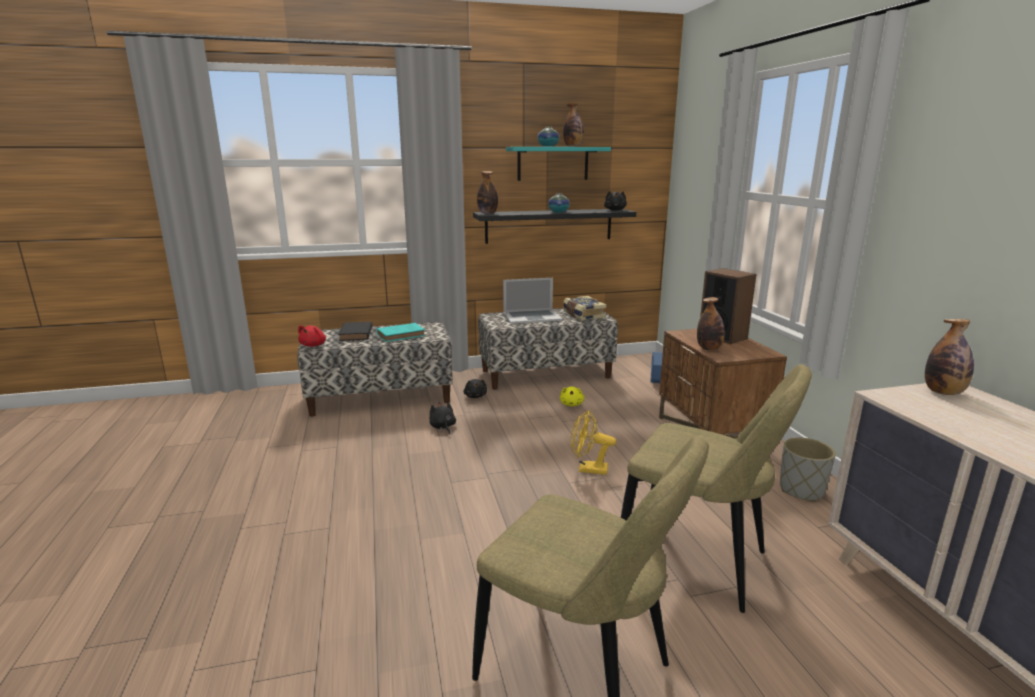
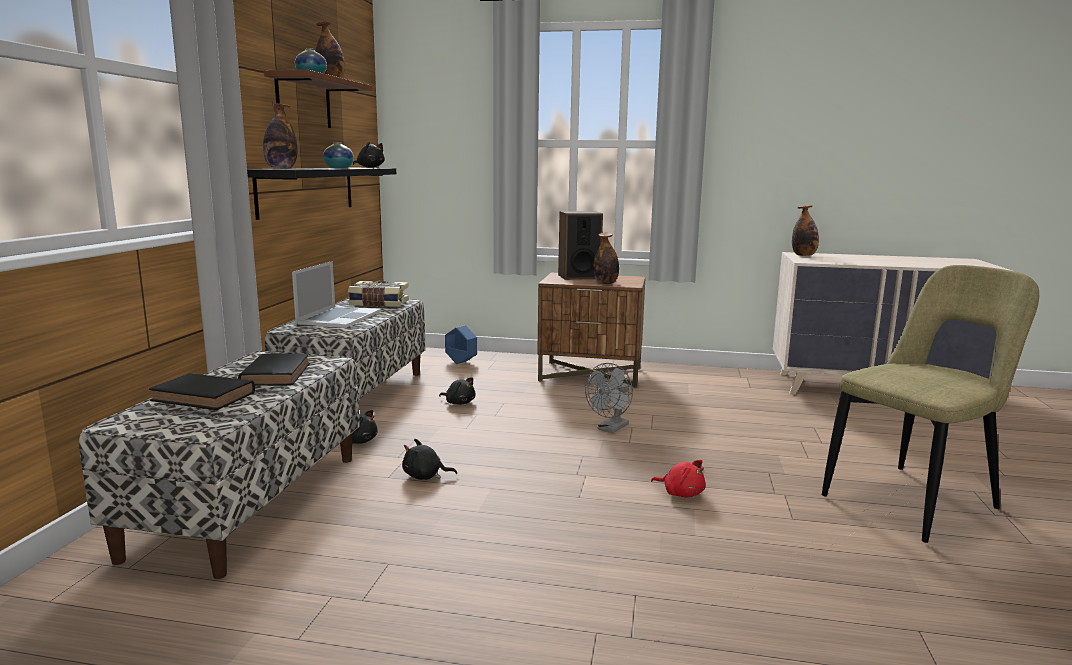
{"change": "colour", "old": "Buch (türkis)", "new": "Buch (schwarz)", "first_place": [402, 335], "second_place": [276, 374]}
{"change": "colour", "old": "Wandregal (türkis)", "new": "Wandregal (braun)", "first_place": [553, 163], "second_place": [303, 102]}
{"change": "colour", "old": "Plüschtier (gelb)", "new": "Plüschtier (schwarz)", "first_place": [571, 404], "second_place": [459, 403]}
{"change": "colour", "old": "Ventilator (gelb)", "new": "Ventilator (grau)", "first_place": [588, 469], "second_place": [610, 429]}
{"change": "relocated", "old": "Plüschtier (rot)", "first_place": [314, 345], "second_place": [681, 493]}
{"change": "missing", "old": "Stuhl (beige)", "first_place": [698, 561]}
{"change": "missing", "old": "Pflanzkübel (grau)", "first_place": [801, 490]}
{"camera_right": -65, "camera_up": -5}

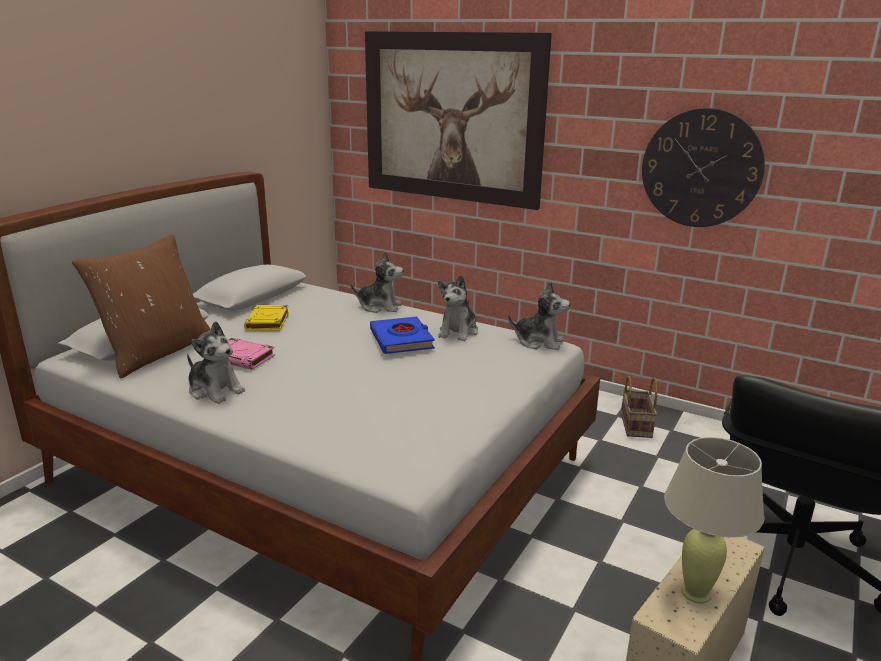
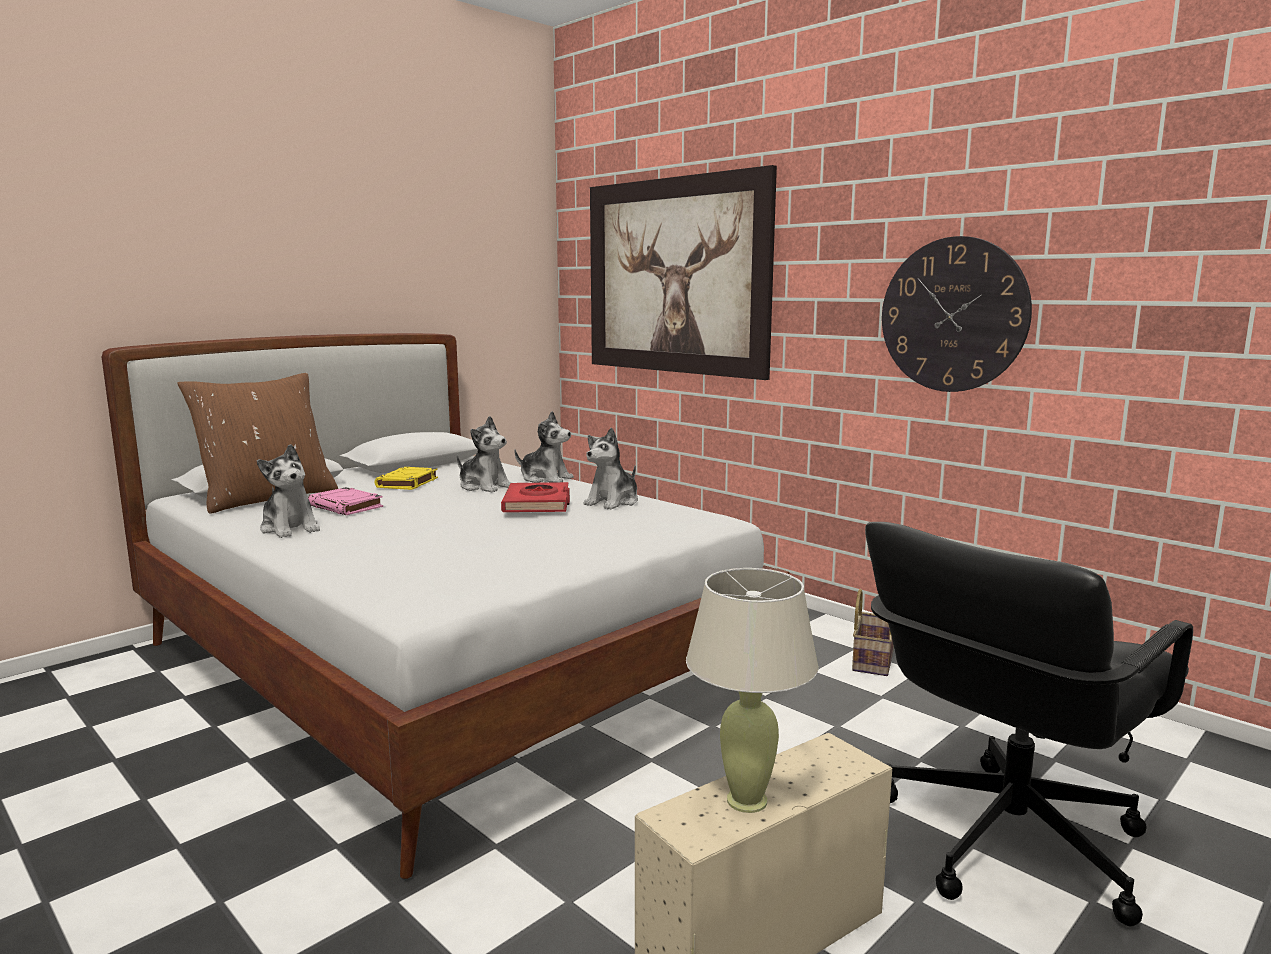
{"change": "relocated", "old": "Plüschtier", "first_place": [539, 342], "second_place": [484, 486]}
{"change": "colour", "old": "Buch (blau)", "new": "Buch (rot)", "first_place": [402, 340], "second_place": [537, 504]}
{"camera_right": 15, "camera_up": -10}

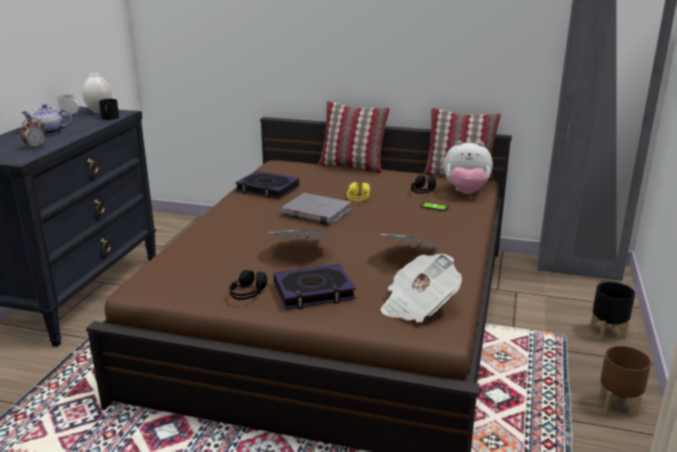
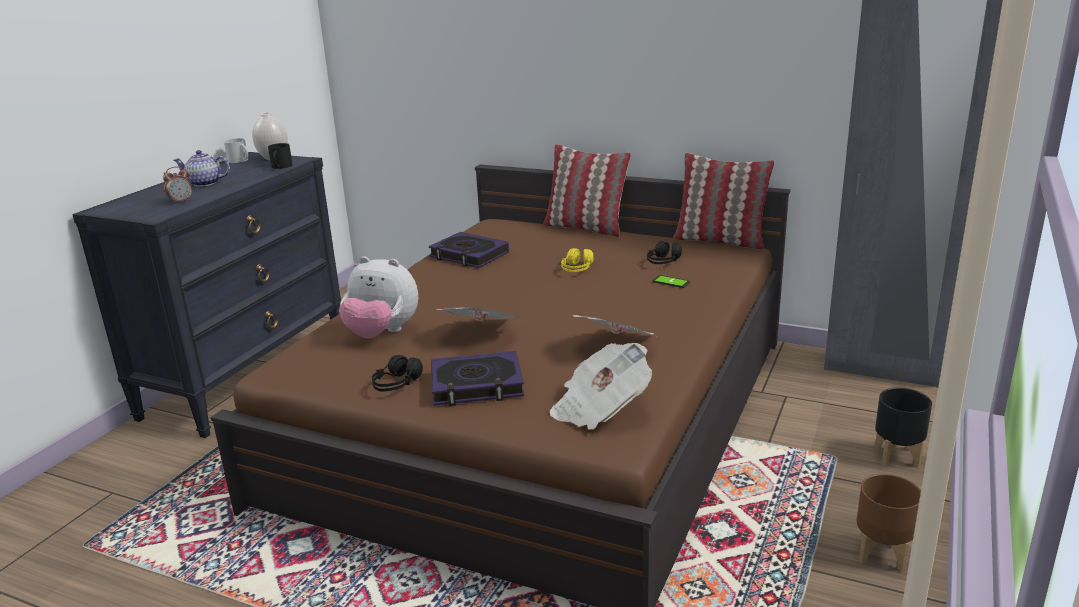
{"change": "relocated", "old": "Plüschtier", "first_place": [466, 192], "second_place": [382, 333]}
{"change": "missing", "old": "Buch (grau)", "first_place": [316, 213]}
{"camera_right": 10, "camera_up": 0}

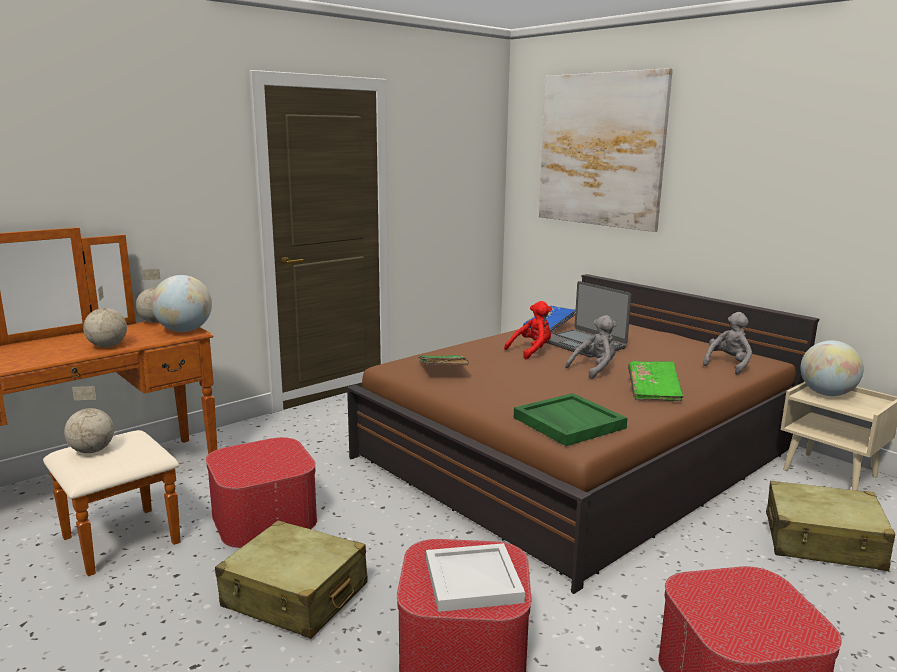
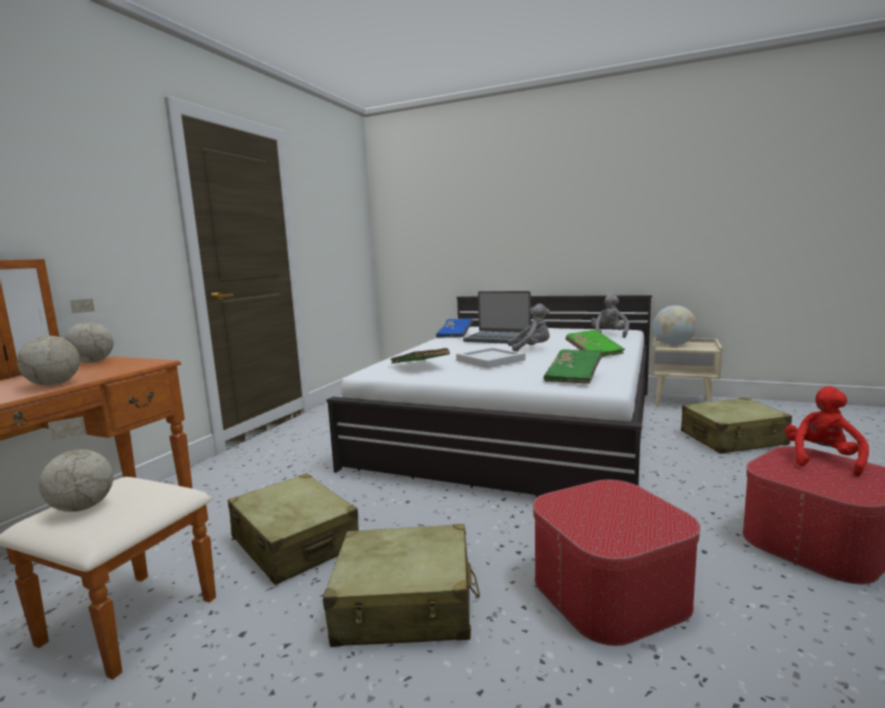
{"change": "exchanged", "old": "Polsterhocker", "new": "Koffer (beige)", "first_place": [263, 517], "second_place": [295, 543]}
{"change": "colour", "old": "Bett (braun)", "new": "Bett (weiß)", "first_place": [579, 453], "second_place": [519, 425]}
{"change": "relocated", "old": "Tablett (weiß)", "first_place": [471, 581], "second_place": [490, 360]}
{"change": "spun", "old": "Plüschtier (grau)", "first_place": [594, 369], "second_place": [531, 349], "degrees": 60}
{"change": "exchanged", "old": "Tablett (grün)", "new": "Buch (grün)", "first_place": [568, 422], "second_place": [574, 377]}
{"change": "relocated", "old": "Plüschtier (rot)", "first_place": [531, 351], "second_place": [822, 459]}
{"change": "missing", "old": "Globus", "first_place": [184, 331]}
{"change": "missing", "old": "Bild", "first_place": [600, 150]}
{"camera_right": -25, "camera_up": -5}

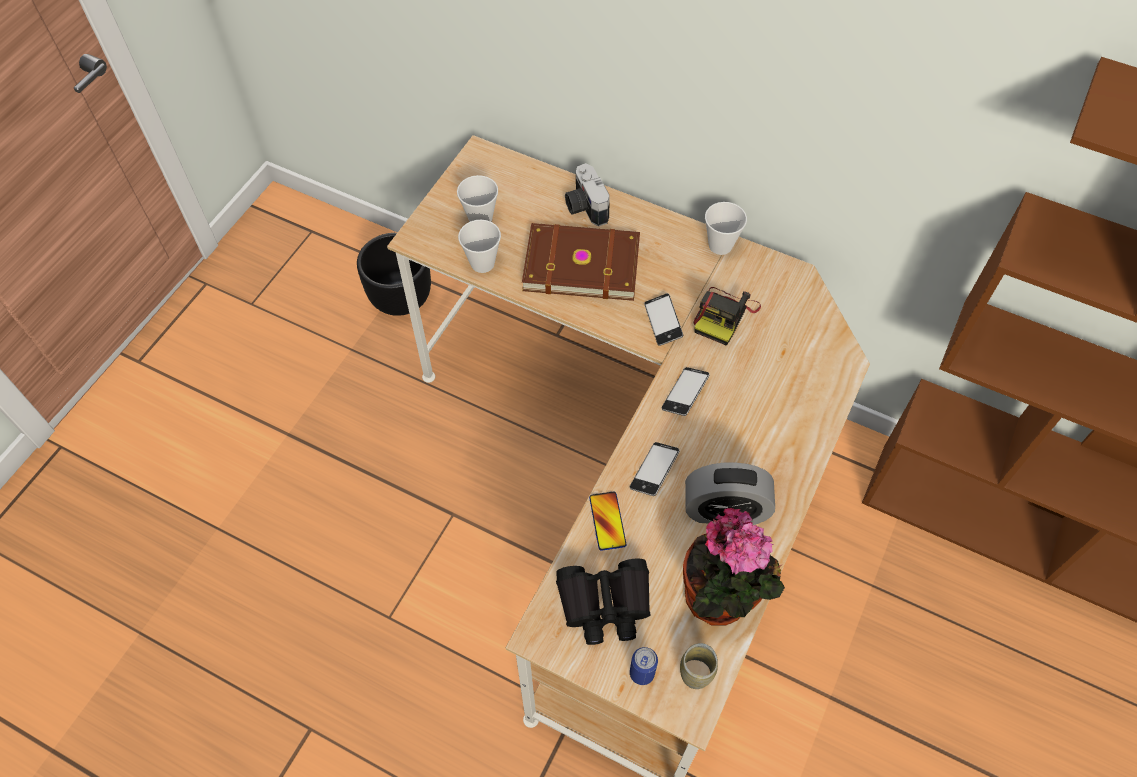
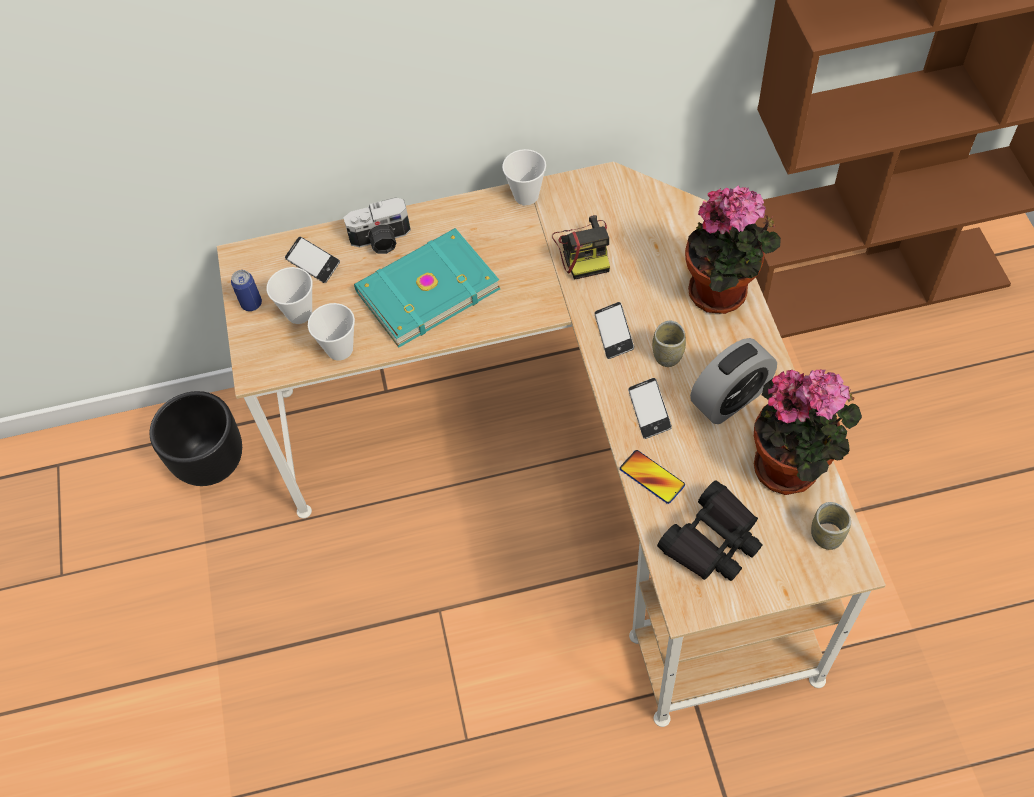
{"change": "relocated", "old": "Dose", "first_place": [642, 673], "second_place": [251, 304]}
{"change": "relocated", "old": "Handy", "first_place": [663, 322], "second_place": [313, 263]}
{"change": "spun", "old": "Kamera", "first_place": [584, 207], "second_place": [381, 240], "degrees": -45}
{"change": "colour", "old": "Buch (braun)", "new": "Buch (türkis)", "first_place": [581, 263], "second_place": [425, 289]}
{"change": "appeared", "new": "Tasse", "second_place": [667, 355]}
{"change": "appeared", "new": "Topfpflanze", "second_place": [723, 293]}
{"camera_right": -35, "camera_up": 0}

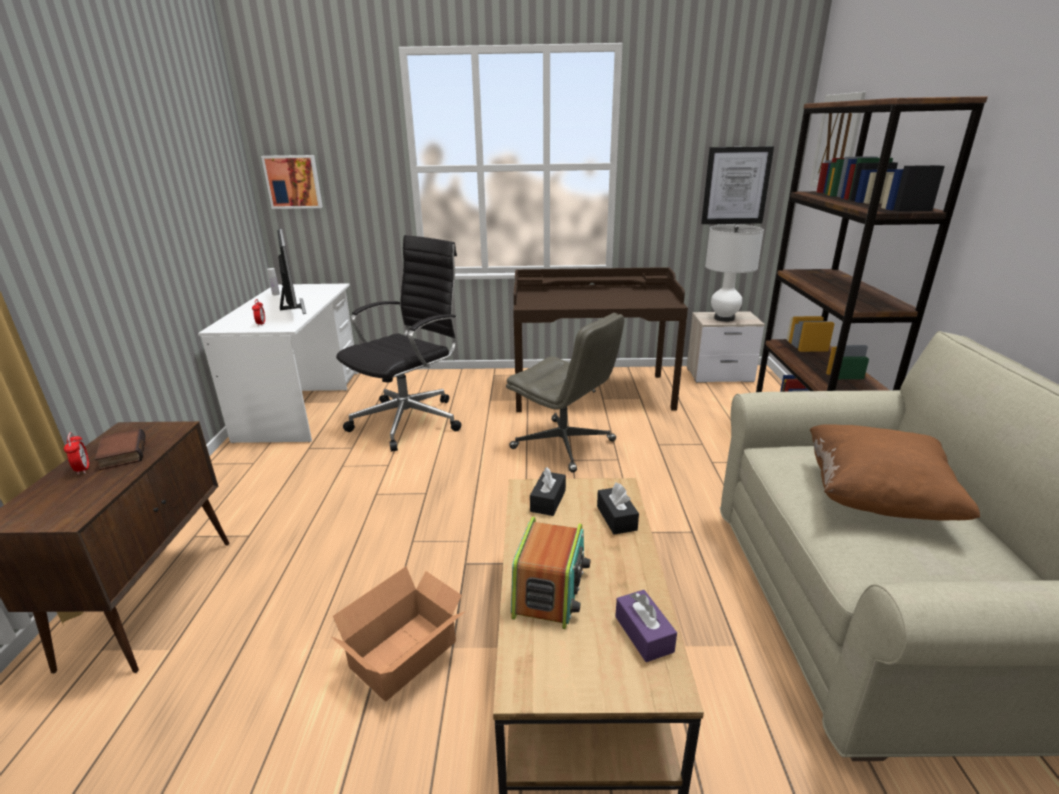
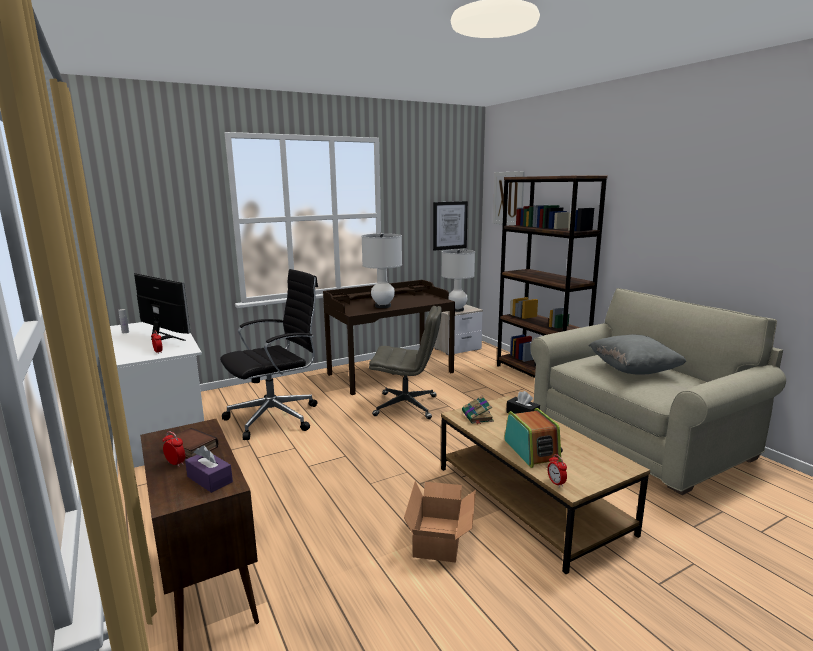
{"change": "relocated", "old": "Taschentuchbox (lila)", "first_place": [644, 634], "second_place": [209, 479]}
{"change": "spun", "old": "Bürostuhl (schwarz)", "first_place": [410, 420], "second_place": [276, 417], "degrees": 45}
{"change": "appeared", "new": "Tischlampe (weiß)", "second_place": [383, 306]}
{"change": "exchanged", "old": "Taschentuchbox (schwarz)", "new": "Buch", "first_place": [548, 501], "second_place": [477, 416]}
{"change": "appeared", "new": "Wecker", "second_place": [556, 483]}
{"change": "colour", "old": "Kissen (braun)", "new": "Kissen (grau)", "first_place": [876, 498], "second_place": [633, 370]}
{"change": "missing", "old": "Bild", "first_place": [293, 182]}
{"camera_right": -30, "camera_up": -10}

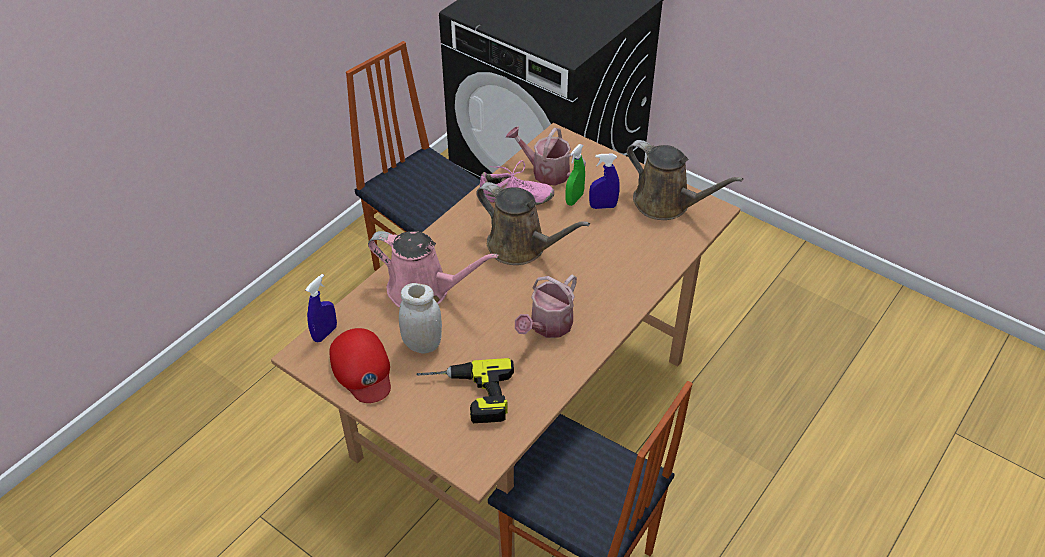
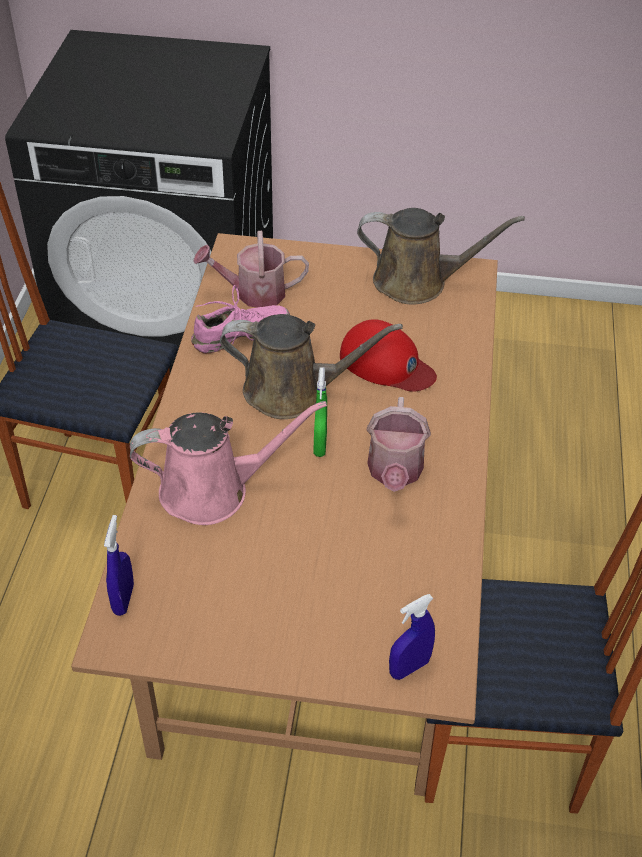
{"change": "relocated", "old": "Sprühflasche (grün)", "first_place": [574, 199], "second_place": [320, 445]}
{"change": "relocated", "old": "Kappe (rot)", "first_place": [362, 369], "second_place": [386, 364]}
{"change": "relocated", "old": "Sprühflasche (blau)", "first_place": [603, 206], "second_place": [409, 667]}
{"change": "missing", "old": "Vorratsglas (weiß)", "first_place": [422, 344]}
{"change": "missing", "old": "Bohrmaschine", "first_place": [466, 396]}
{"camera_right": -30, "camera_up": 0}

